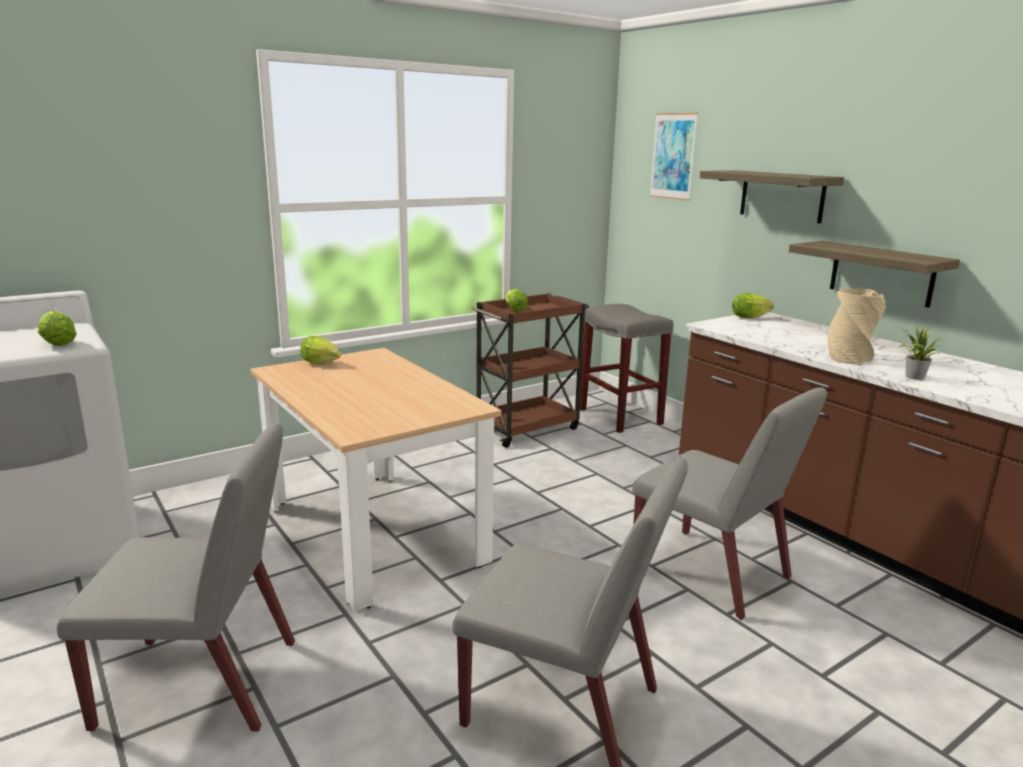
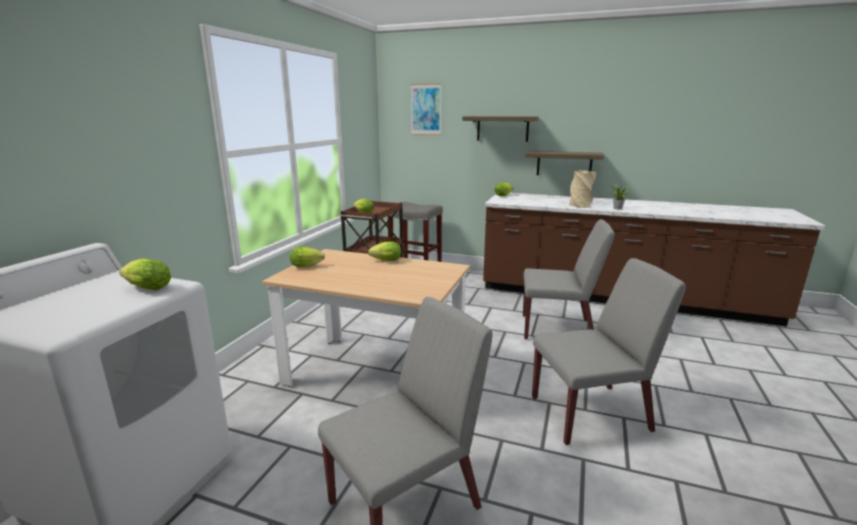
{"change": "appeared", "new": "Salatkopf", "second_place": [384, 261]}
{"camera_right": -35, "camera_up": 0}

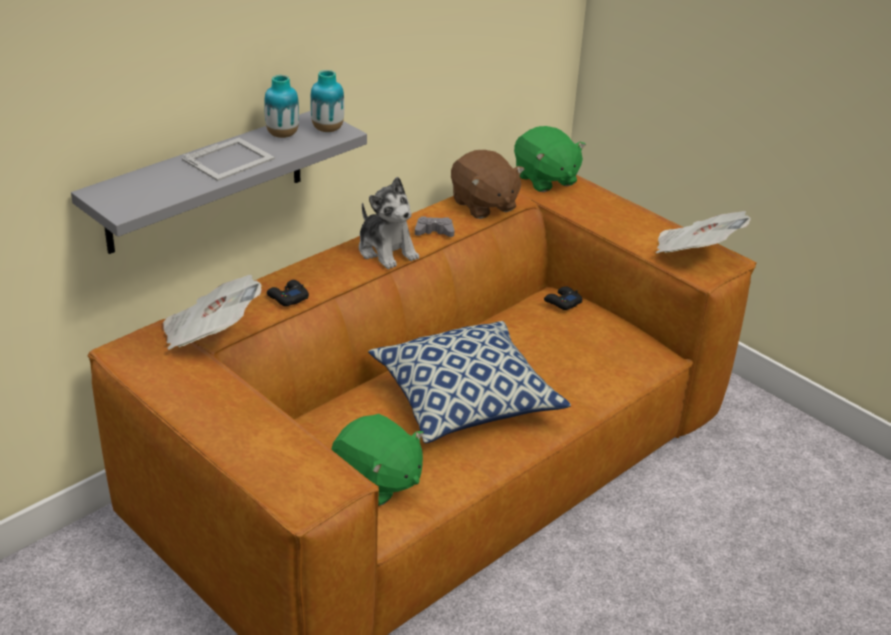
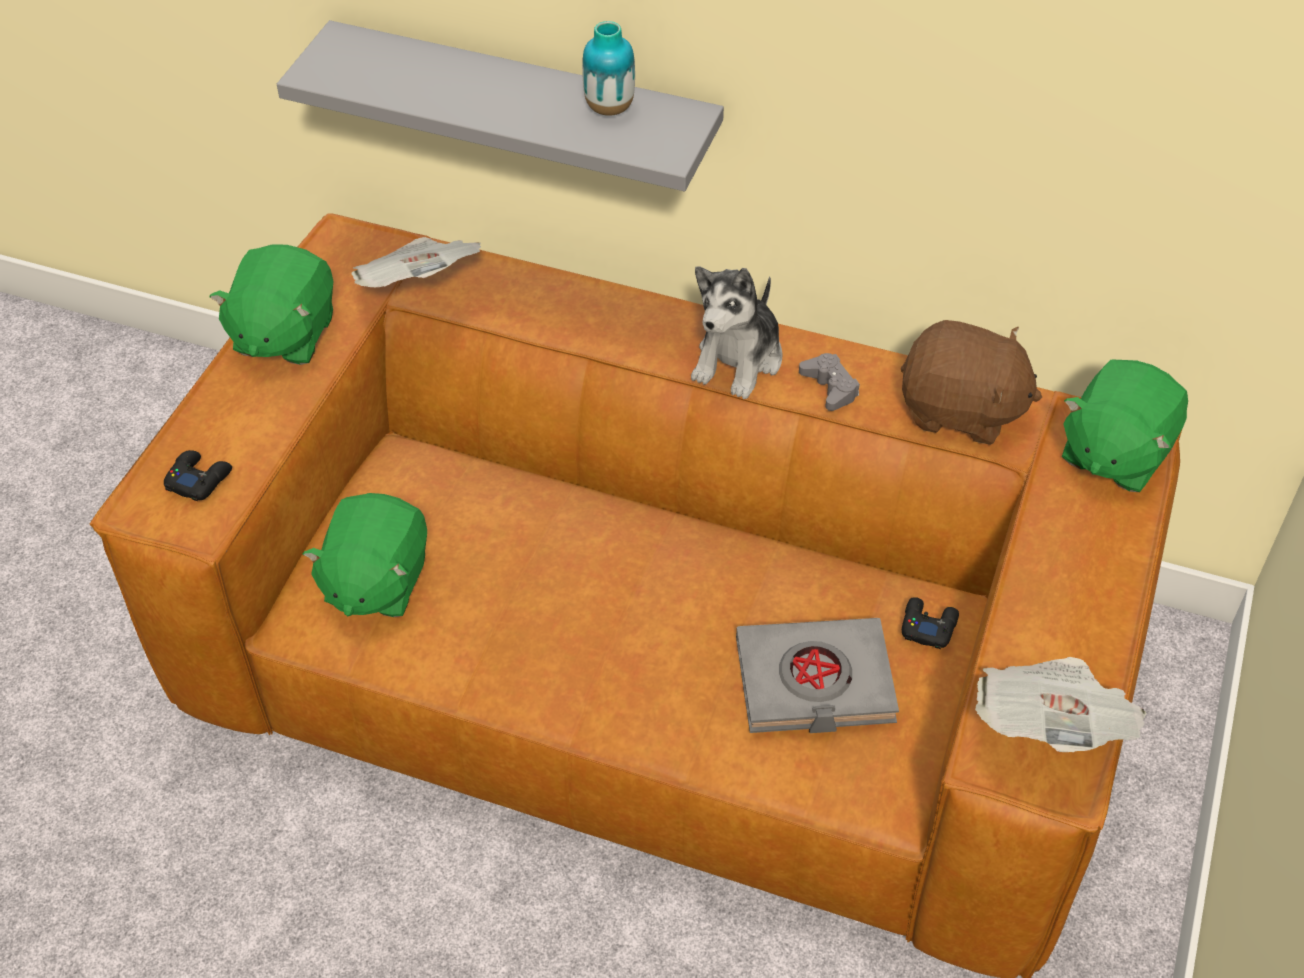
{"change": "relocated", "old": "Gamepad (schwarz)", "first_place": [287, 297], "second_place": [198, 479]}
{"change": "appeared", "new": "Plüschtier (grün)", "second_place": [283, 334]}
{"change": "appeared", "new": "Buch (grau)", "second_place": [814, 682]}
{"change": "spun", "old": "Plüschtier (braun)", "first_place": [483, 205], "second_place": [961, 411], "degrees": -105}
{"change": "missing", "old": "Bilderrahmen", "first_place": [229, 159]}
{"change": "missing", "old": "Vase", "first_place": [327, 129]}
{"change": "missing", "old": "Kissen", "first_place": [465, 401]}
{"camera_right": 65, "camera_up": 15}

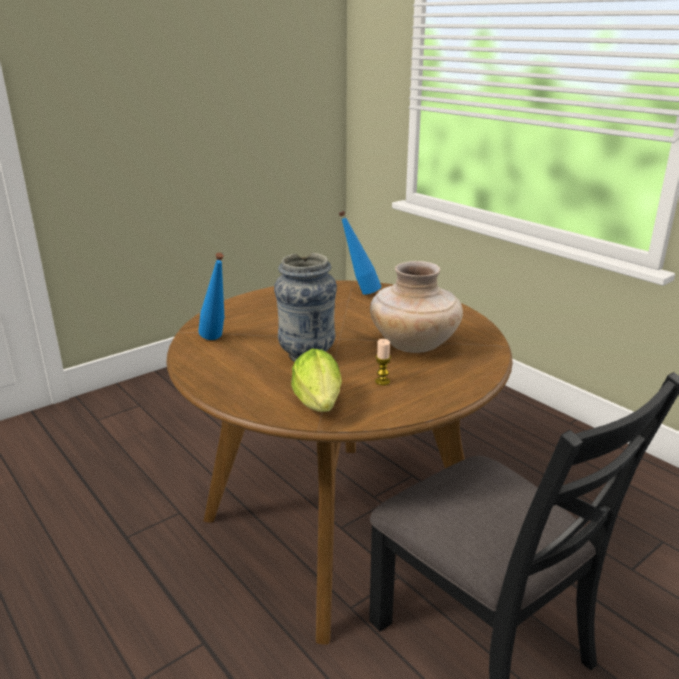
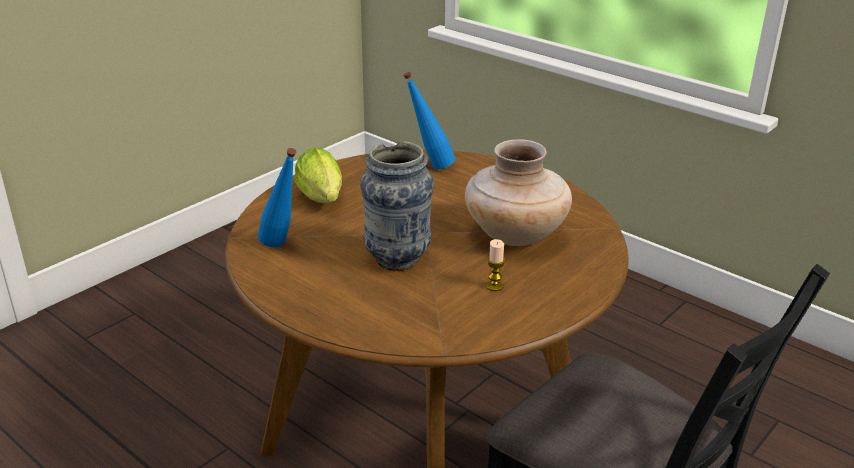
{"change": "relocated", "old": "Salatkopf", "first_place": [319, 406], "second_place": [323, 200]}
{"camera_right": -10, "camera_up": 5}

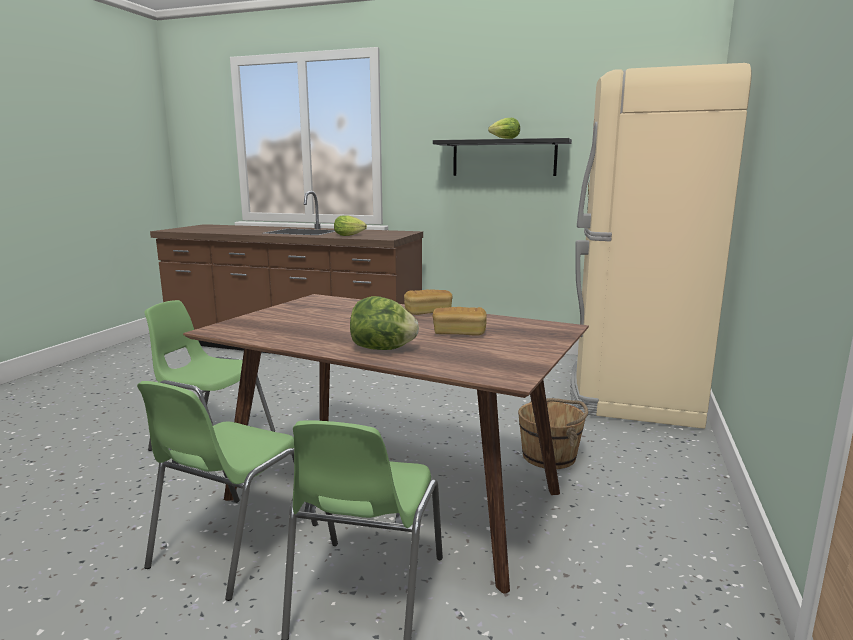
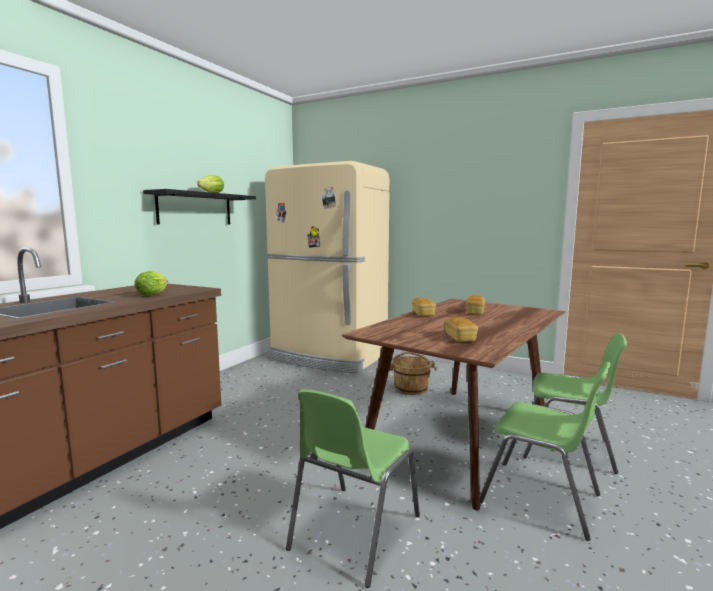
{"change": "appeared", "new": "Brot", "second_place": [460, 338]}
{"change": "missing", "old": "Salatkopf", "first_place": [382, 349]}
{"camera_right": -80, "camera_up": -5}

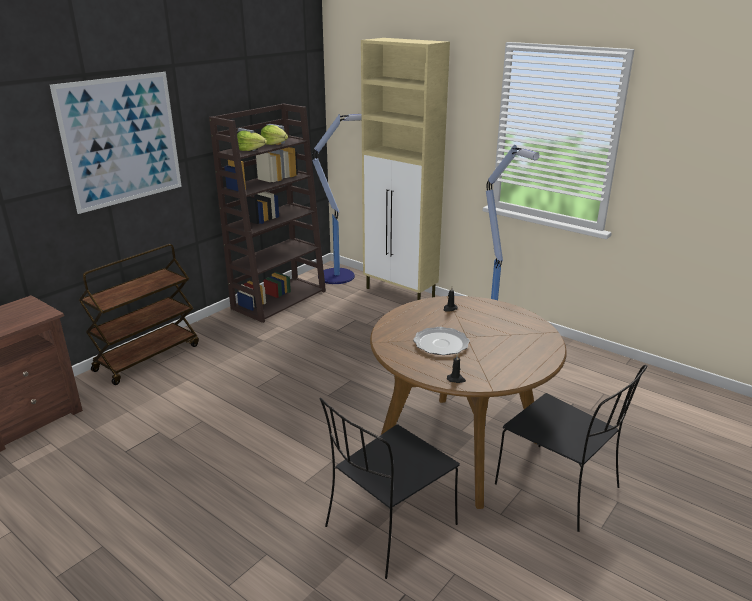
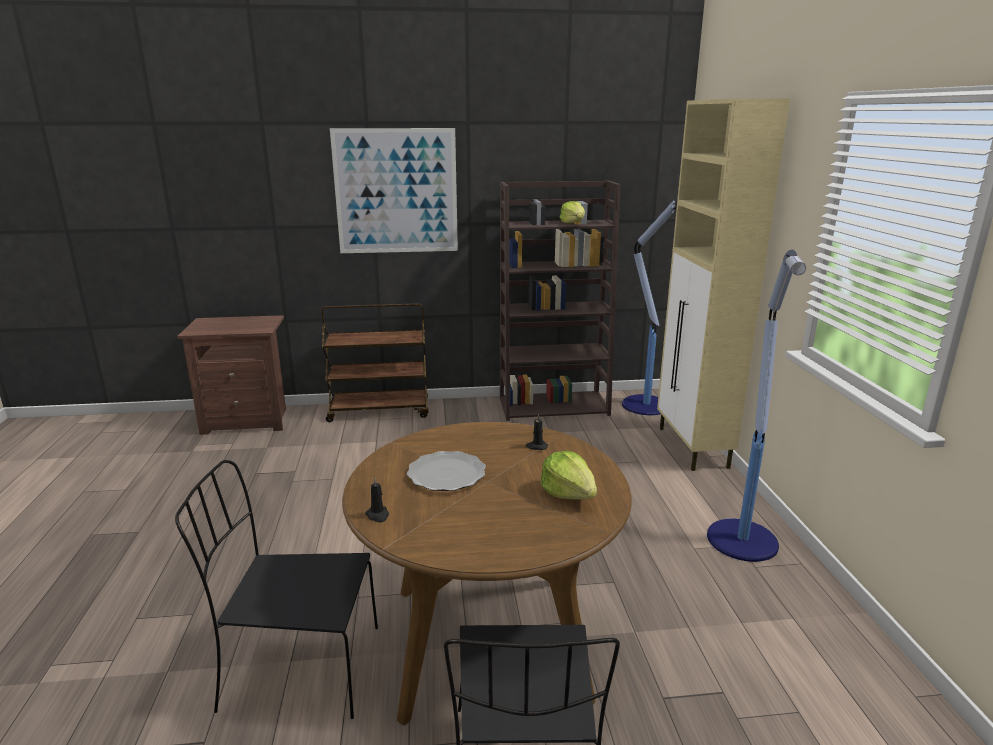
{"change": "relocated", "old": "Salatkopf", "first_place": [250, 150], "second_place": [568, 493]}
{"camera_right": 45, "camera_up": -5}

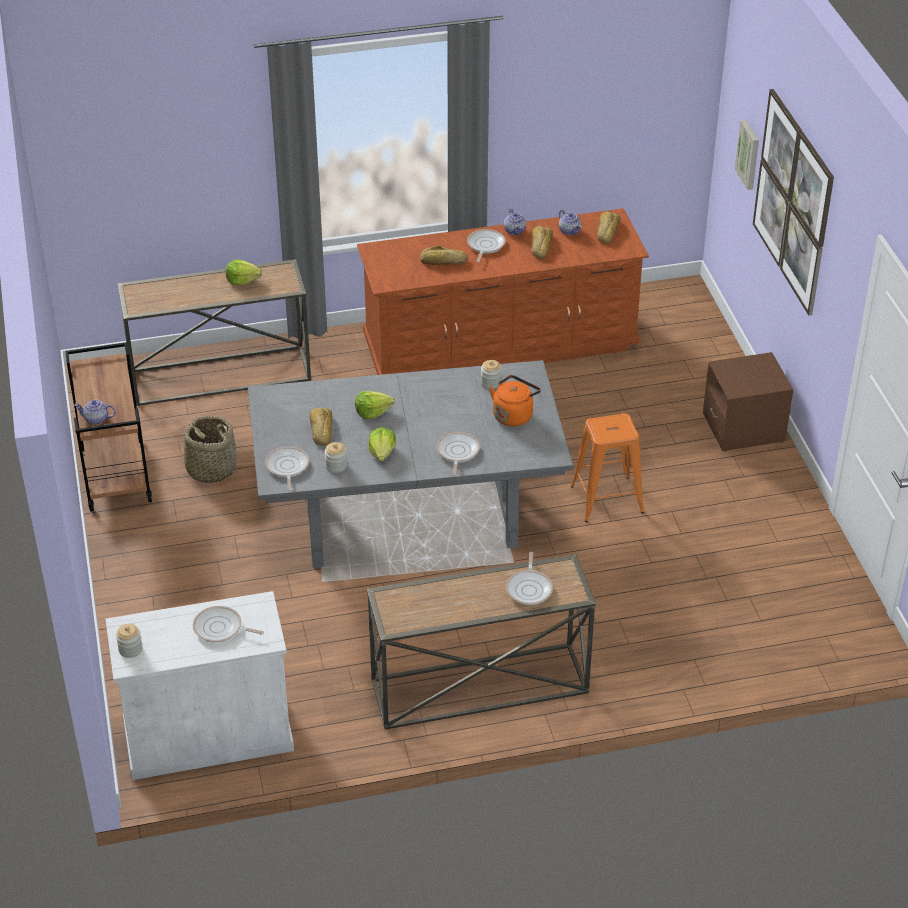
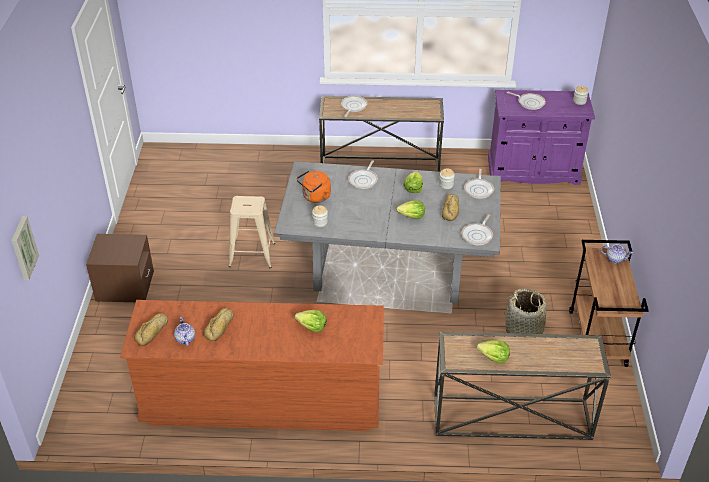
{"change": "colour", "old": "Hocker (orange)", "new": "Hocker (beige)", "first_place": [607, 499], "second_place": [252, 254]}
{"change": "exchanged", "old": "Brot", "new": "Salatkopf", "first_place": [443, 261], "second_place": [312, 327]}
{"change": "relocated", "old": "Pfanne", "first_place": [485, 246], "second_place": [478, 235]}
{"change": "colour", "old": "Schrank (weiß)", "new": "Schrank (lila)", "first_place": [208, 735], "second_place": [533, 171]}
{"change": "missing", "old": "Teekanne", "first_place": [515, 231]}
{"change": "missing", "old": "Bild", "first_place": [793, 201]}
{"camera_right": -165, "camera_up": 0}

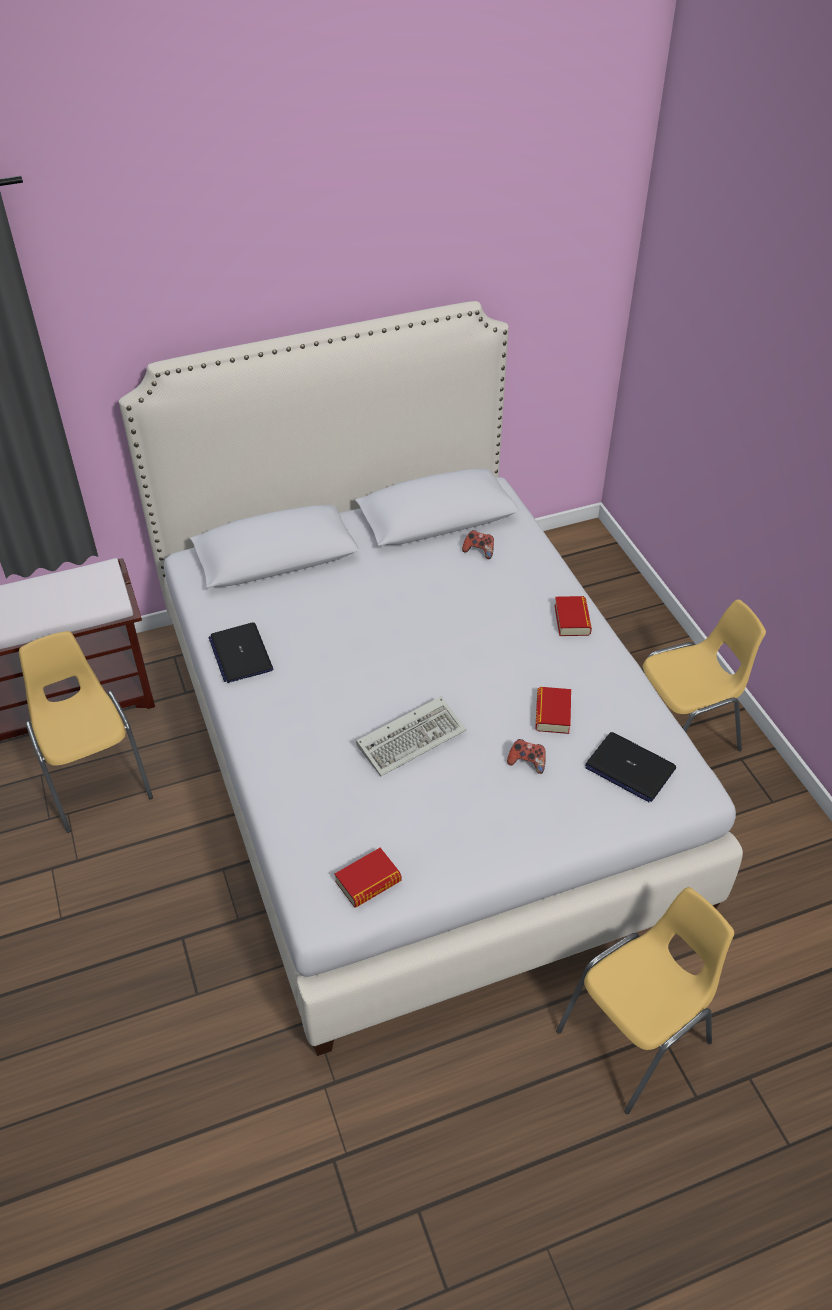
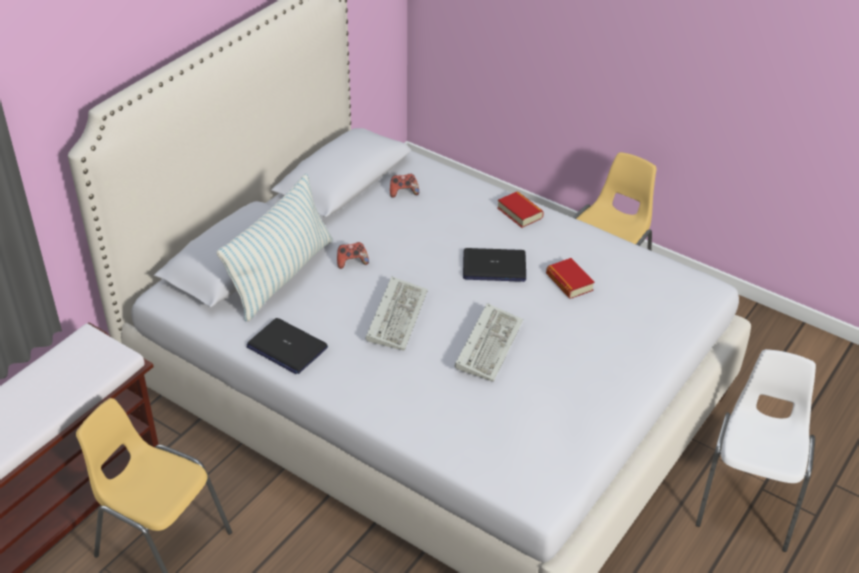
{"change": "appeared", "new": "Kissen", "second_place": [282, 276]}
{"change": "relocated", "old": "Gamepad", "first_place": [527, 762], "second_place": [352, 262]}
{"change": "appeared", "new": "Tastatur", "second_place": [396, 315]}
{"change": "relocated", "old": "Laptop", "first_place": [629, 768], "second_place": [494, 266]}
{"change": "colour", "old": "Stuhl (gelb)", "new": "Stuhl (weiß)", "first_place": [636, 1038], "second_place": [748, 500]}
{"change": "missing", "old": "Buch", "first_place": [368, 882]}
{"camera_right": -35, "camera_up": -5}

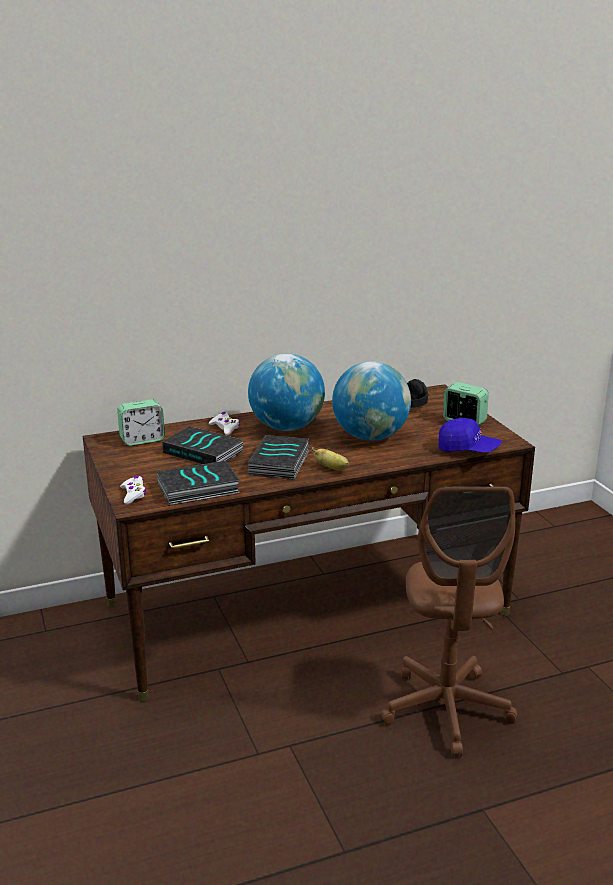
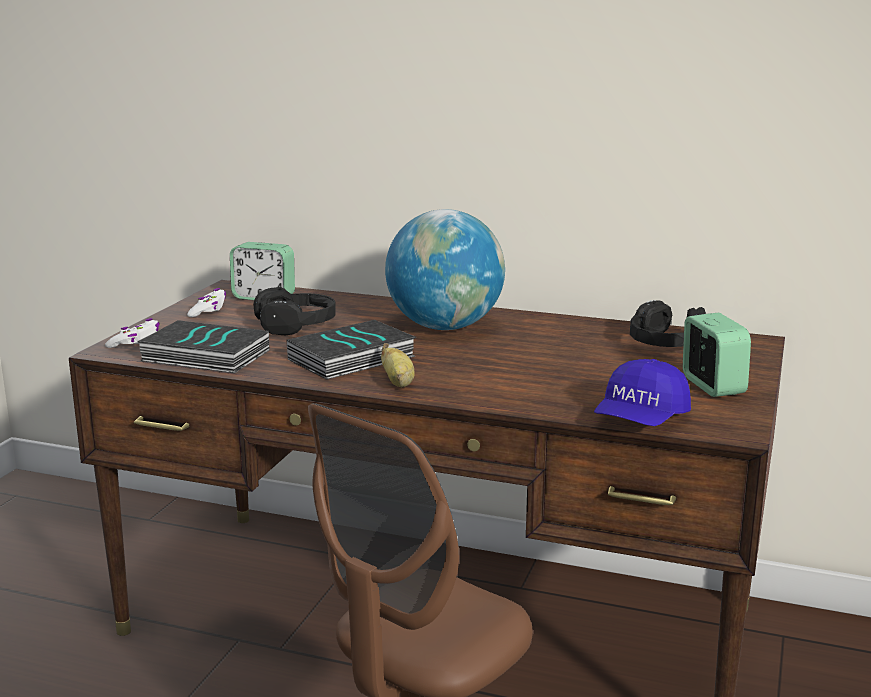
{"change": "relocated", "old": "Gamepad (weiß)", "first_place": [225, 428], "second_place": [208, 310]}
{"change": "exchanged", "old": "Buch", "new": "Kopfhörer (schwarz)", "first_place": [204, 452], "second_place": [297, 325]}
{"change": "spun", "old": "Kappe (blau)", "first_place": [468, 449], "second_place": [640, 420], "degrees": 60}
{"change": "missing", "old": "Globus", "first_place": [370, 437]}
{"camera_right": 40, "camera_up": -5}

